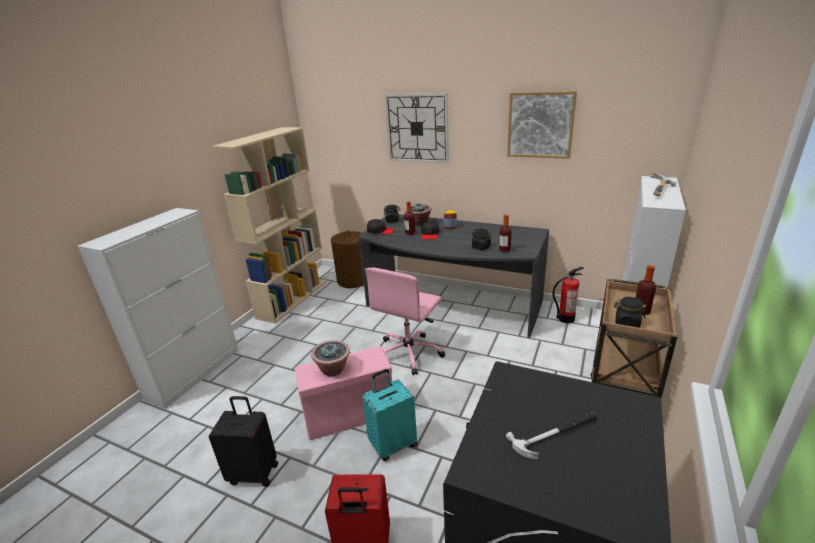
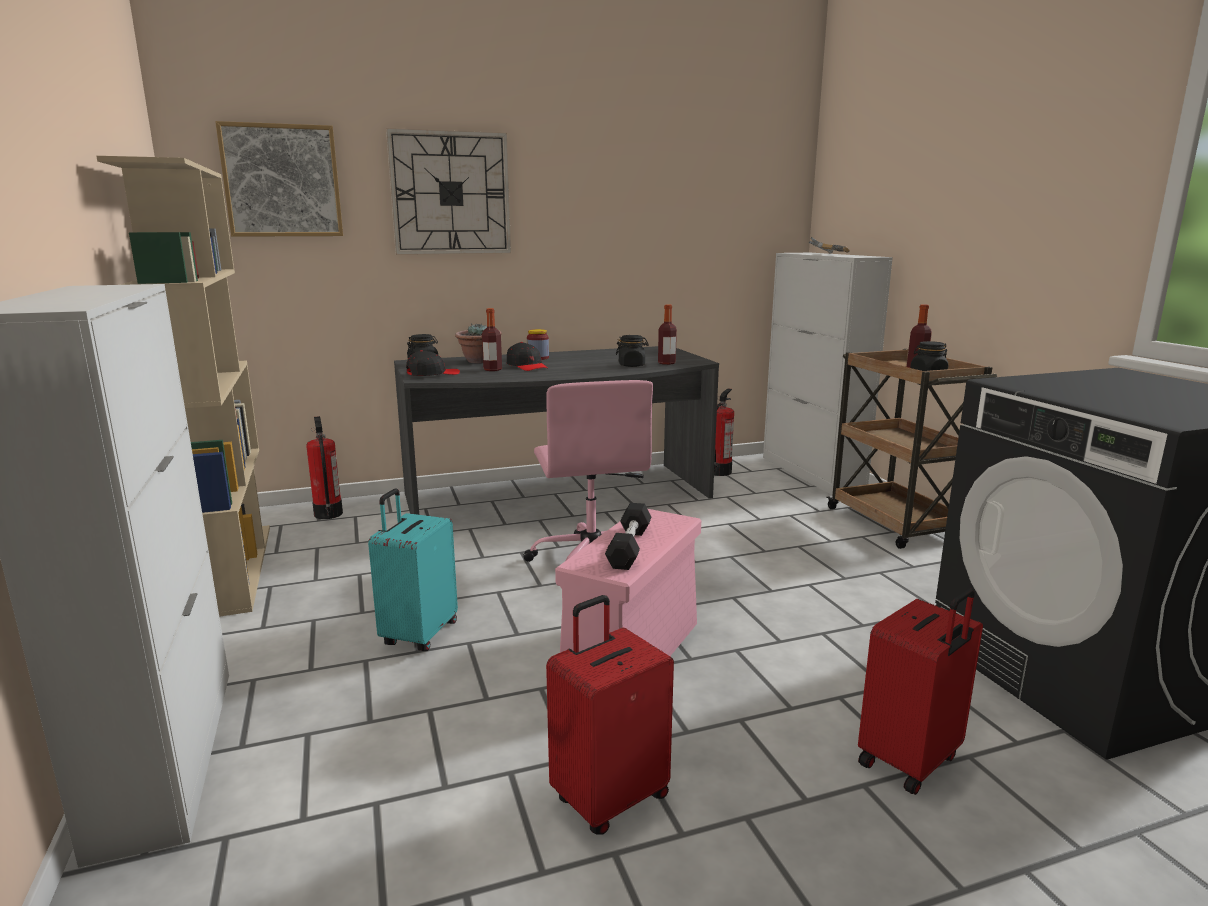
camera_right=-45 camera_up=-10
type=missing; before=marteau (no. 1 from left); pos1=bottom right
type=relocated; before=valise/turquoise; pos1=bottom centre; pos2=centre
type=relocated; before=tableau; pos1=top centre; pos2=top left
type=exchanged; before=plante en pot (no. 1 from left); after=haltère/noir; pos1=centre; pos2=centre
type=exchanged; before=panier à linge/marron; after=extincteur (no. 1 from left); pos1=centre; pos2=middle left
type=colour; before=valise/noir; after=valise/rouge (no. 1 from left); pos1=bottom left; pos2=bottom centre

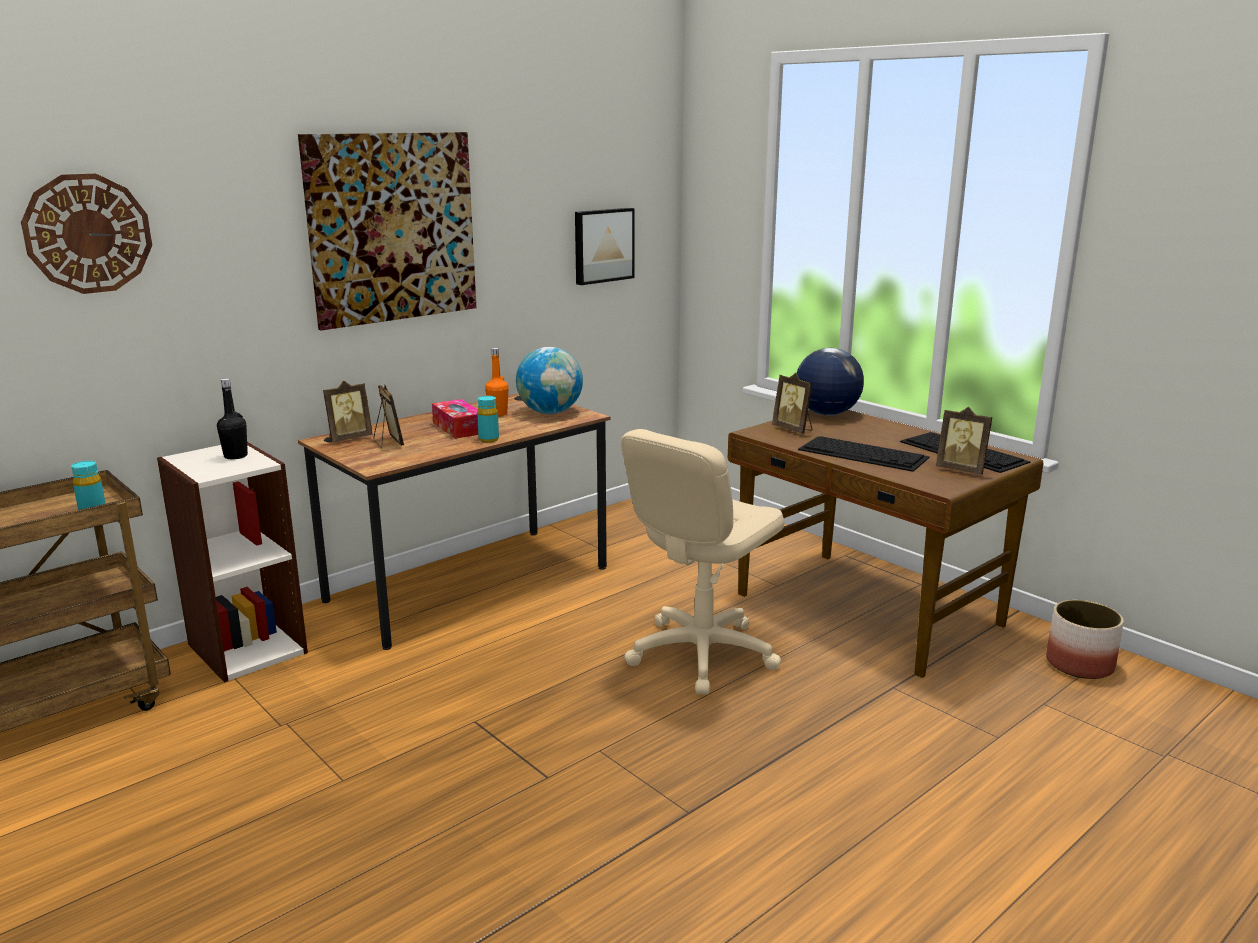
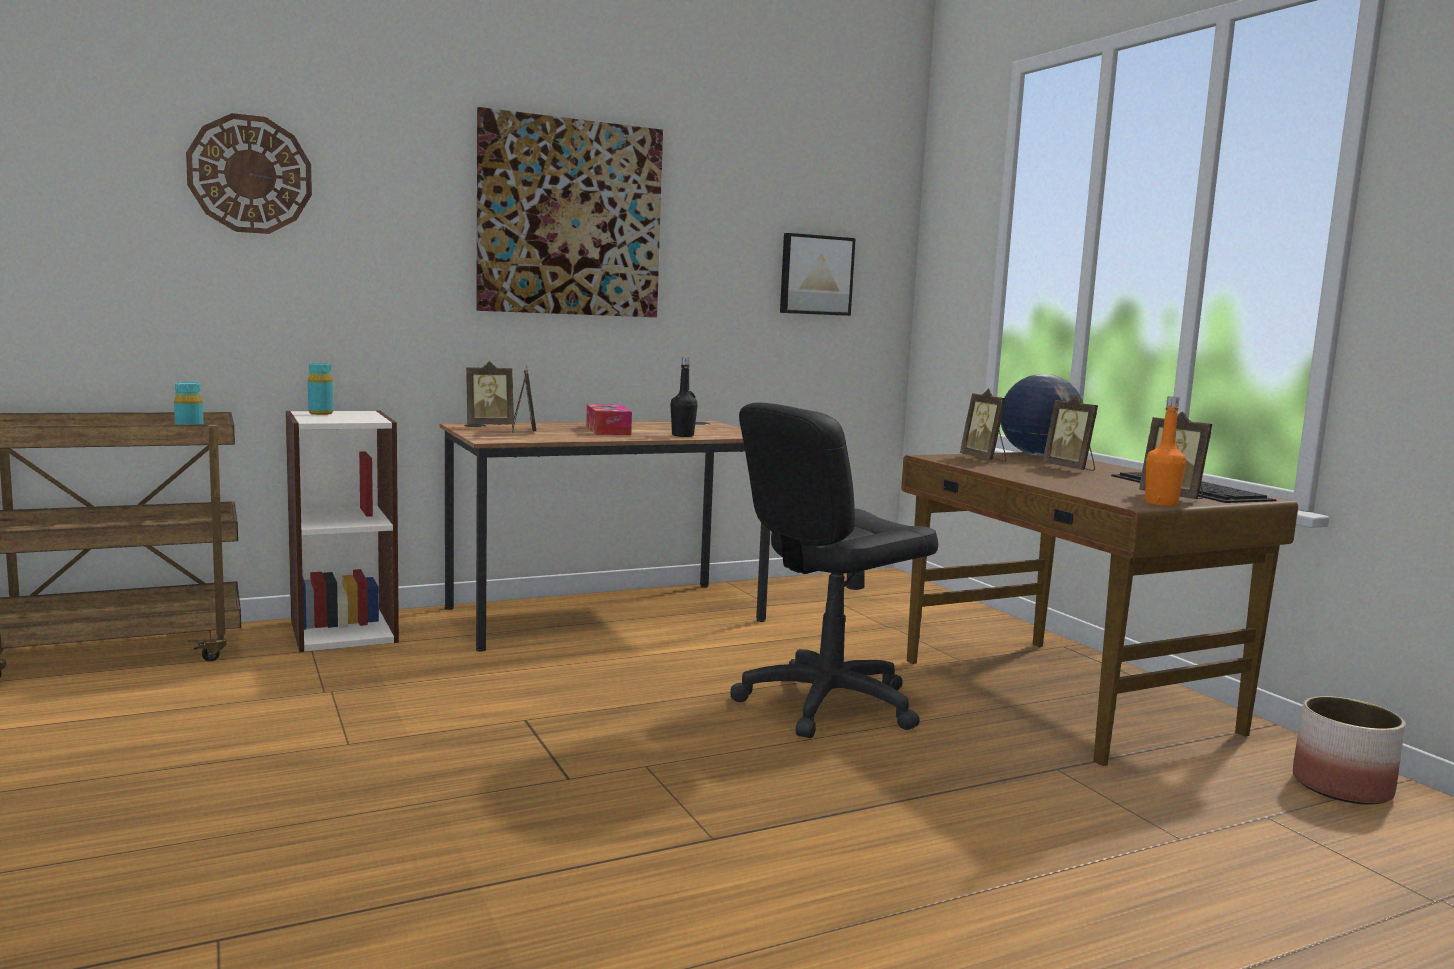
camera_right=15 camera_up=-10
type=missing; before=globe (no. 1 from left); pos1=centre
type=missing; before=clavier (no. 1 from left); pos1=middle right
type=appeared; after=cadre photo (no. 4 from left); pos2=middle right
type=relocated; before=bouteille/noir; pos1=middle left; pos2=centre
type=relocated; before=bouteille/turquoise (no. 2 from left); pos1=centre; pos2=middle left
type=relocated; before=bouteille/orange; pos1=centre; pos2=middle right
type=colour; before=chaise de bureau/beige; after=chaise de bureau/noir; pos1=centre; pos2=centre

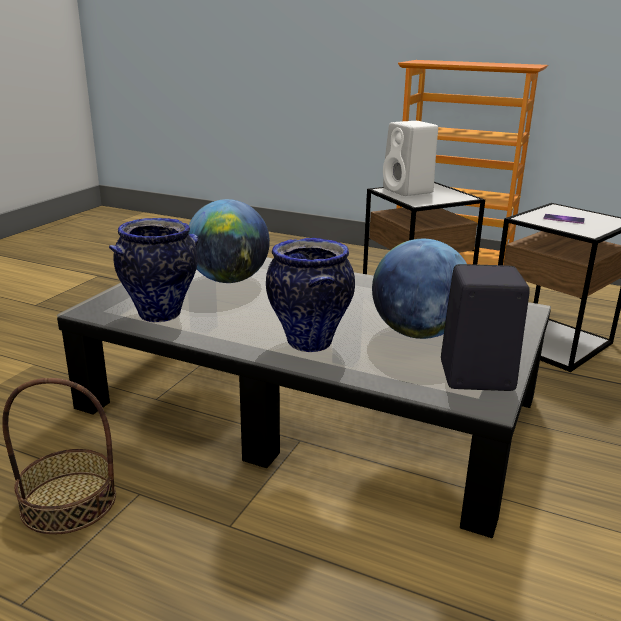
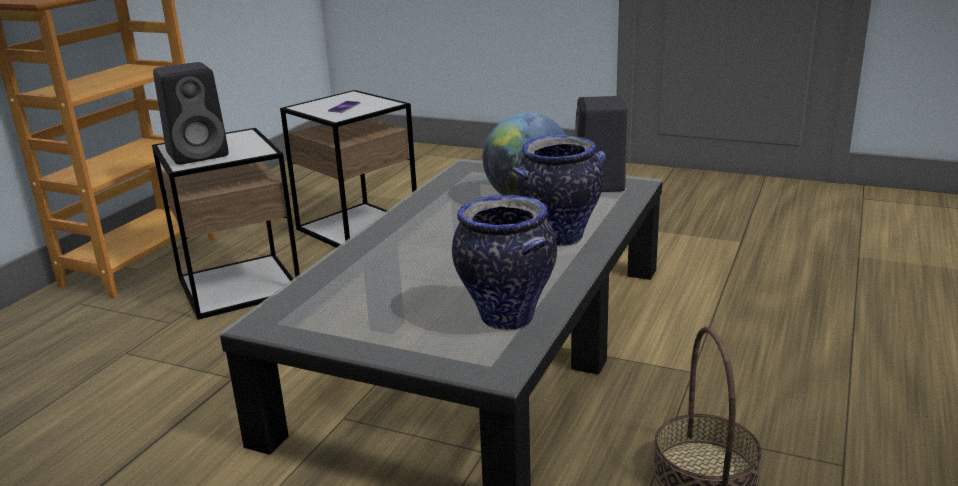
camera_right=-90 camera_up=0
type=missing; before=globe (no. 1 from left); pos1=centre
type=colour; before=enceinte/blanc; after=enceinte/noir (no. 1 from left); pos1=top centre; pos2=top left

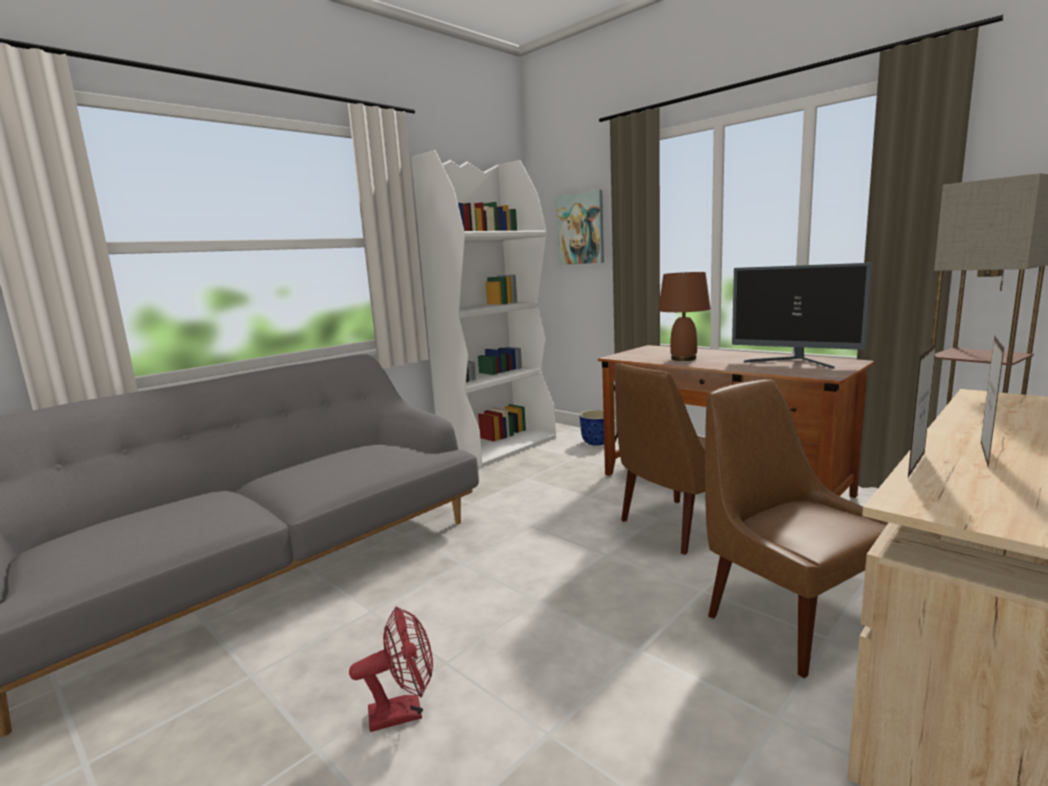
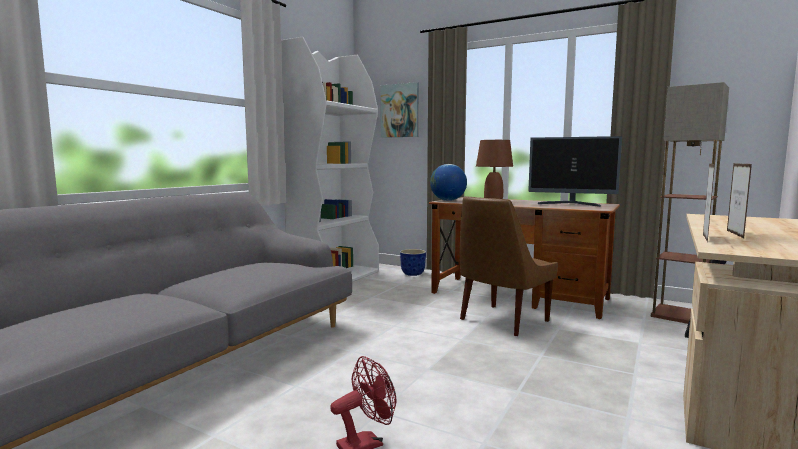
camera_right=-15 camera_up=-5
type=missing; before=chaise/marron (no. 2 from left); pos1=bottom right
type=appeared; after=globe; pos2=centre

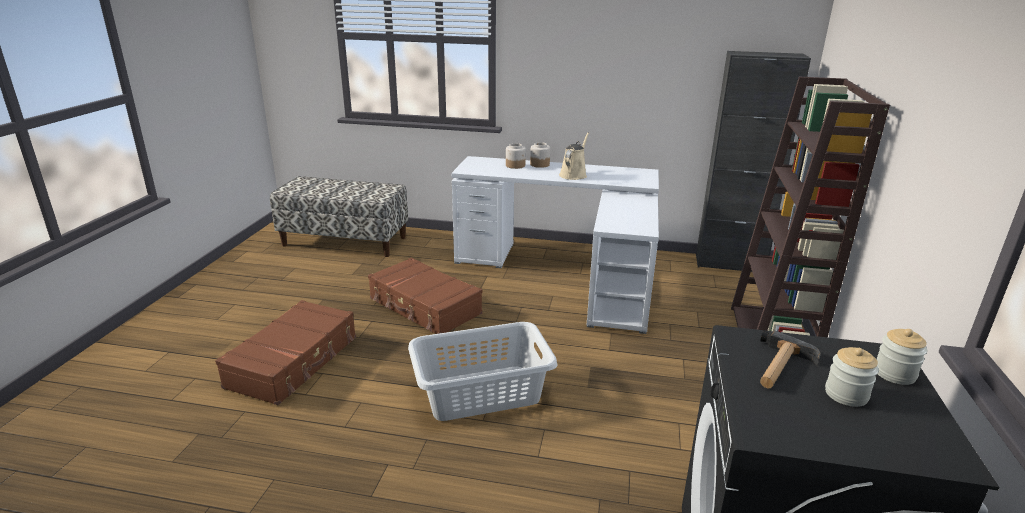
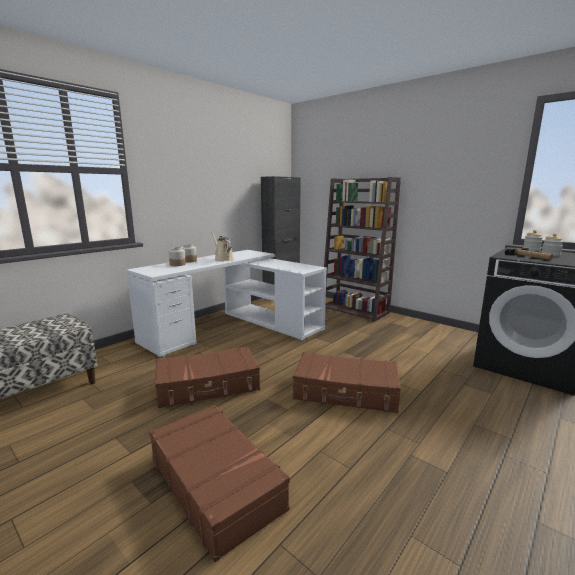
camera_right=-60 camera_up=-10
type=exchanged; before=panier à linge/gris; after=valise/marron (no. 3 from left); pos1=bottom centre; pos2=centre

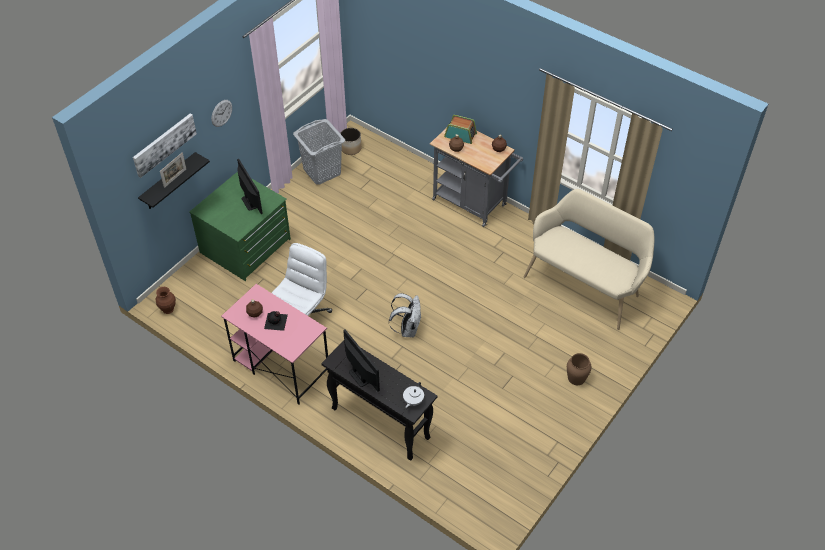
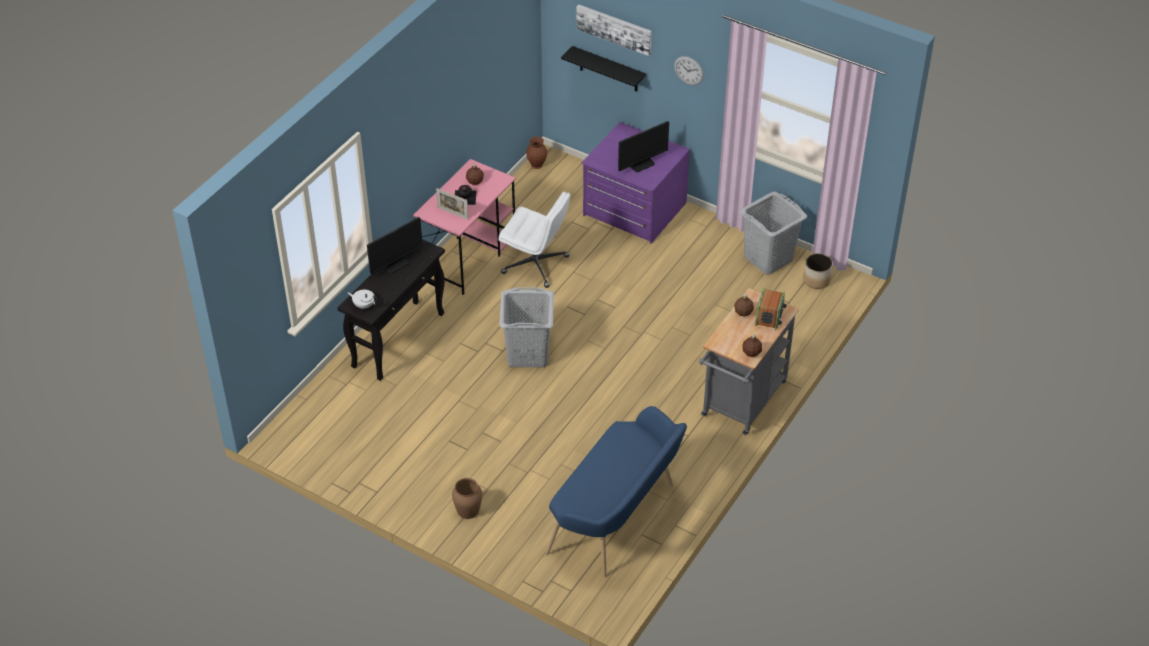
camera_right=85 camera_up=-5
type=relocated; before=cadre photo; pos1=top left; pos2=top centre
type=exchanged; before=sac à dos/blanc; after=panier à linge/gris (no. 1 from left); pos1=centre; pos2=centre
type=colour; before=commode/vert; after=commode/violet; pos1=middle left; pos2=top centre
type=colour; before=banc/beige; after=banc/bleu; pos1=middle right; pos2=bottom centre

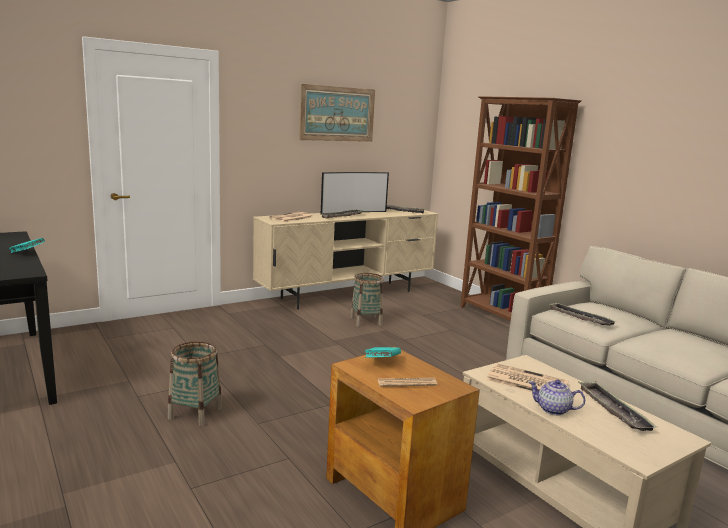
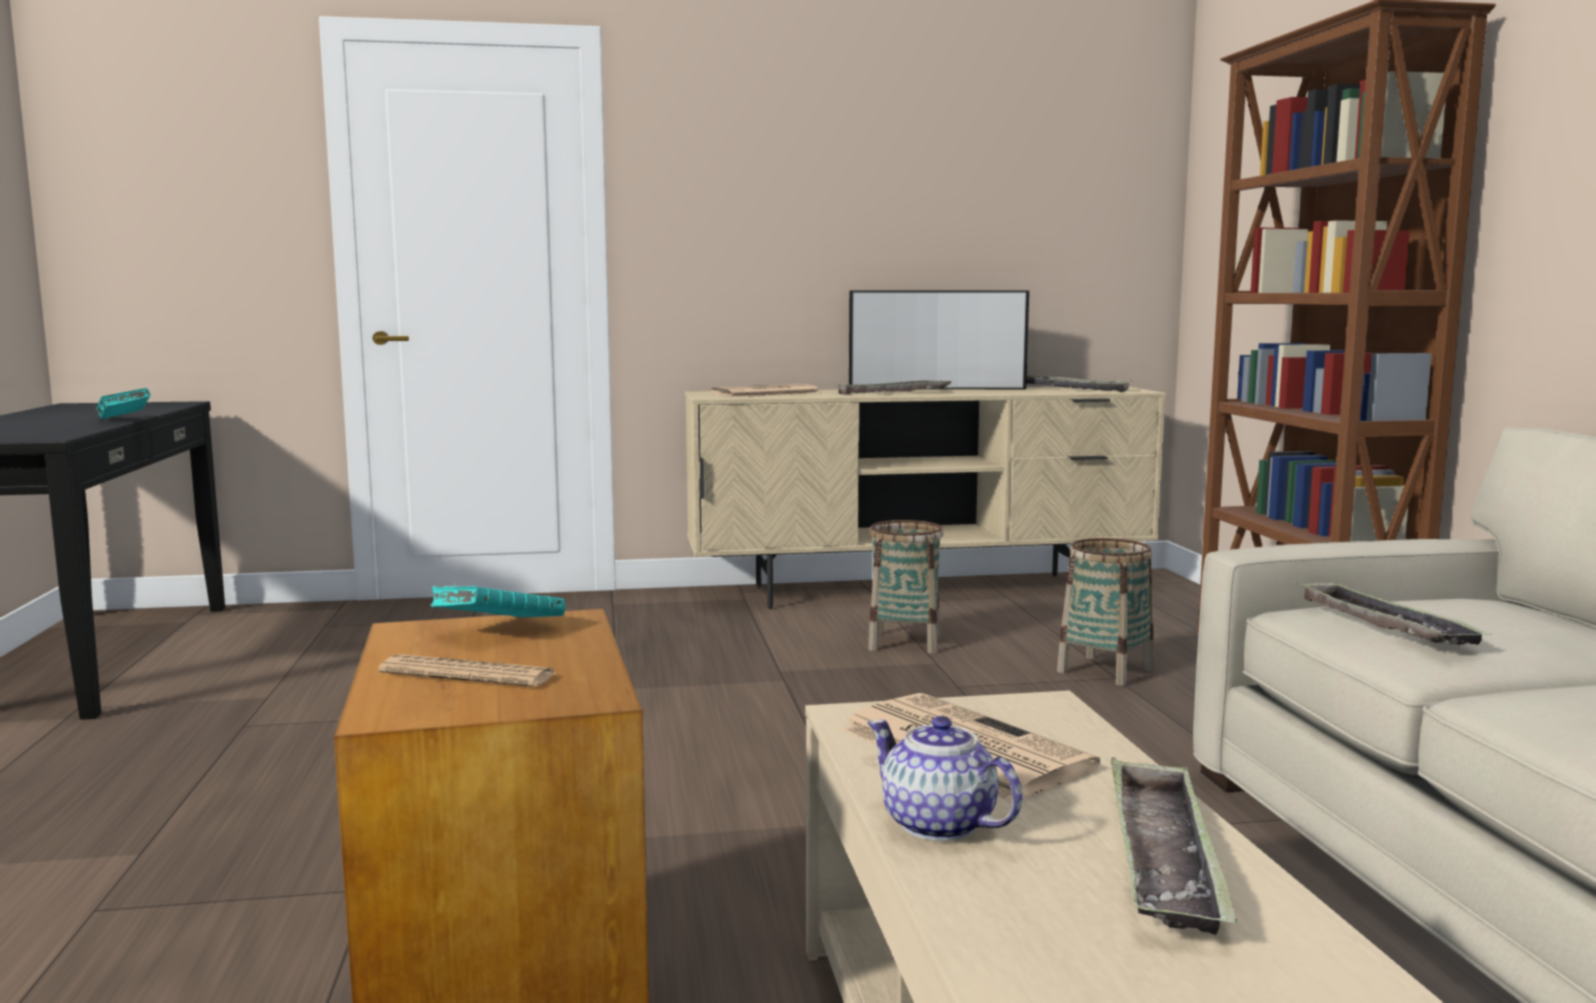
camera_right=25 camera_up=-5
type=missing; before=tableau; pos1=top centre
type=relocated; before=panier (no. 1 from left in the first image); after=panier (no. 2 from left); pos1=bottom left; pos2=middle right

